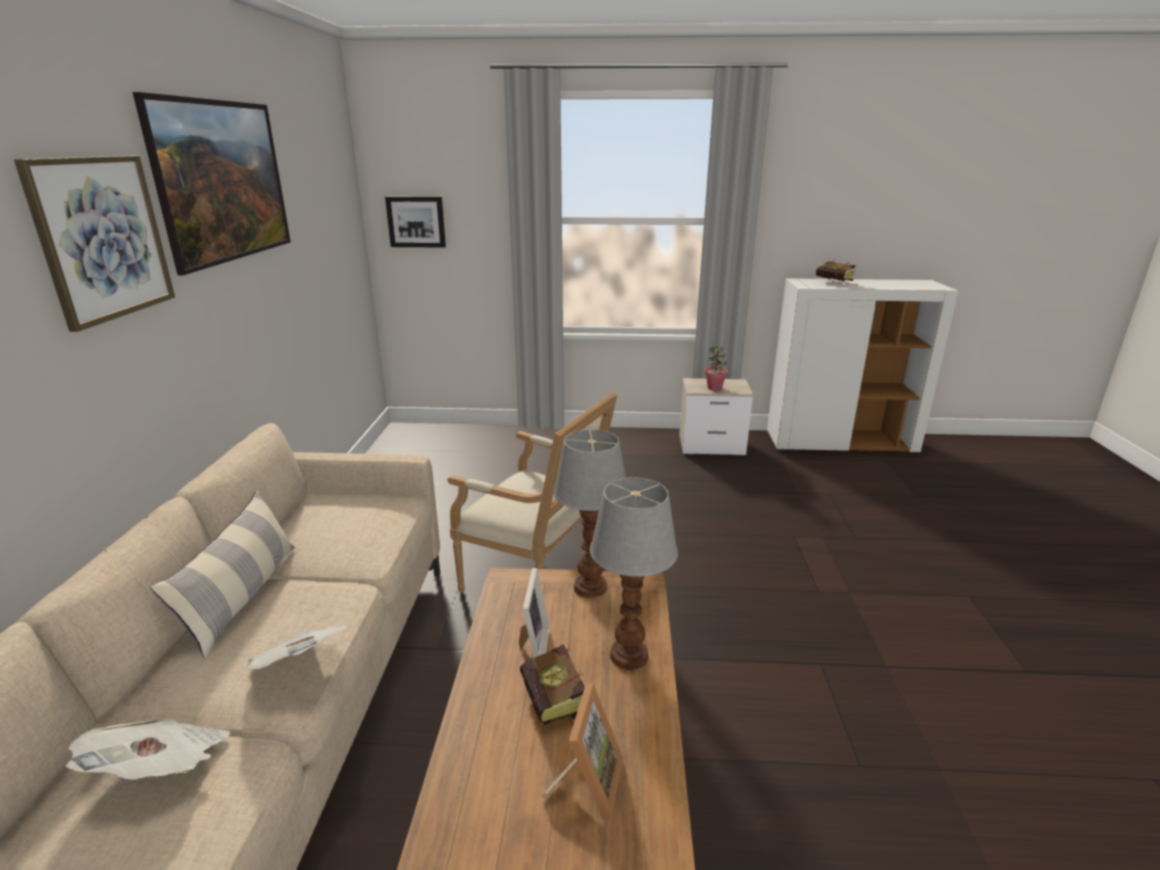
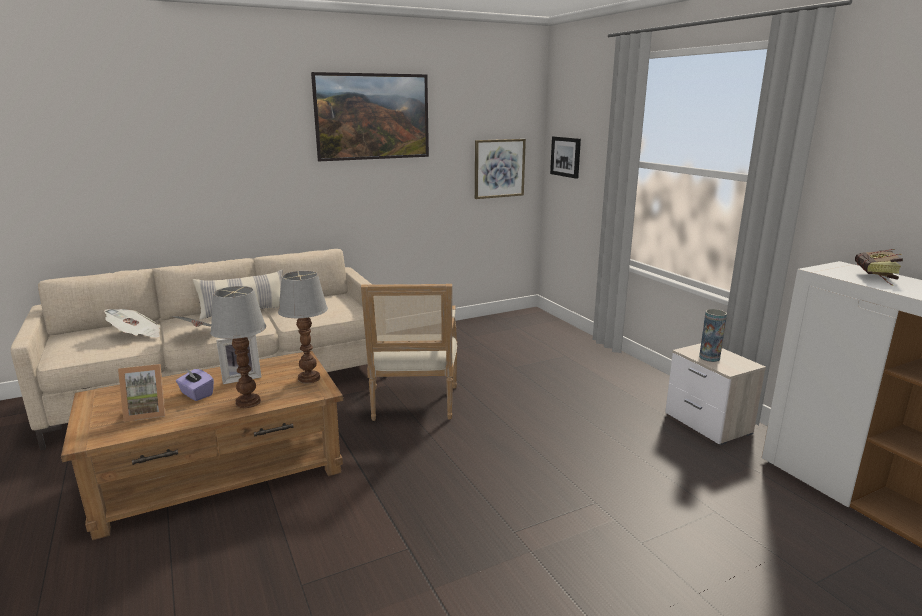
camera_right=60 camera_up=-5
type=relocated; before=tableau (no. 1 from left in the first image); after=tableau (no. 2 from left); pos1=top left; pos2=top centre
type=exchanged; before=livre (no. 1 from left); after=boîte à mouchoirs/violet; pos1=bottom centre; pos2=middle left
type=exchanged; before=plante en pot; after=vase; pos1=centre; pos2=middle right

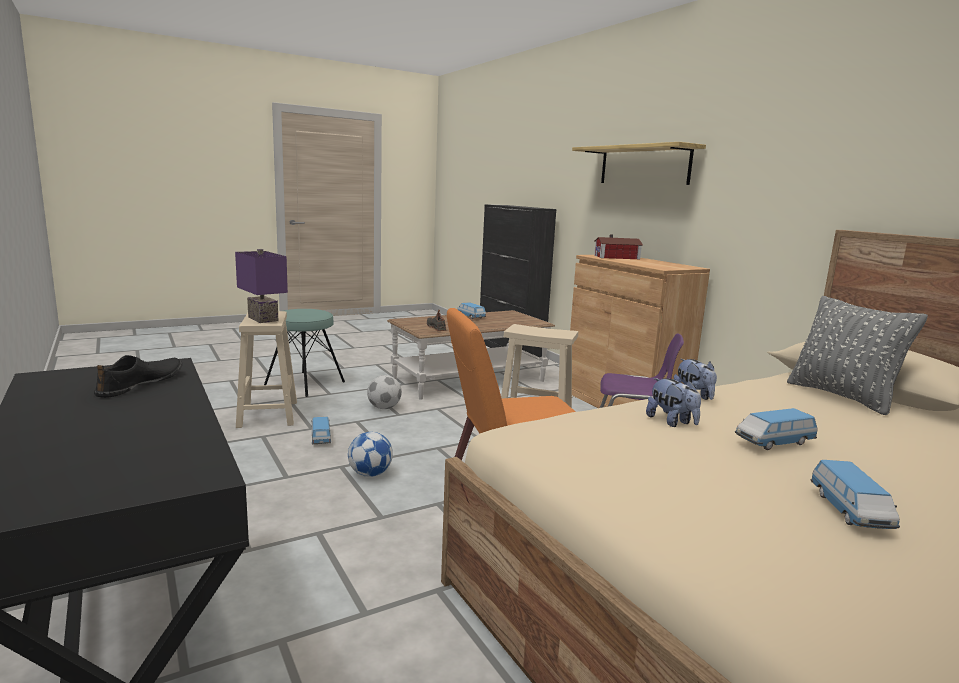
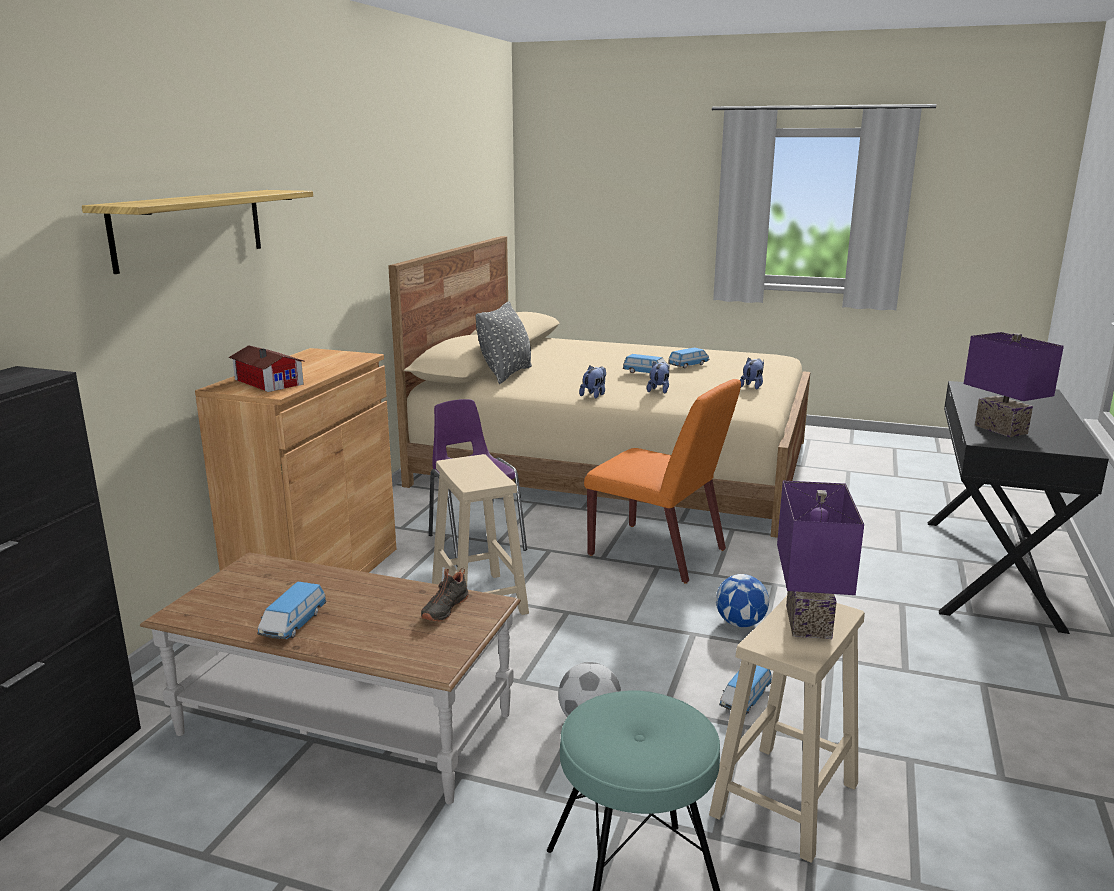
camera_right=-130 camera_up=5
type=appeared; after=peluche (no. 3 from left); pos2=middle right
type=exchanged; before=chaussure/noir (no. 1 from left); after=lampe de table/violet (no. 2 from left); pos1=middle left; pos2=middle right

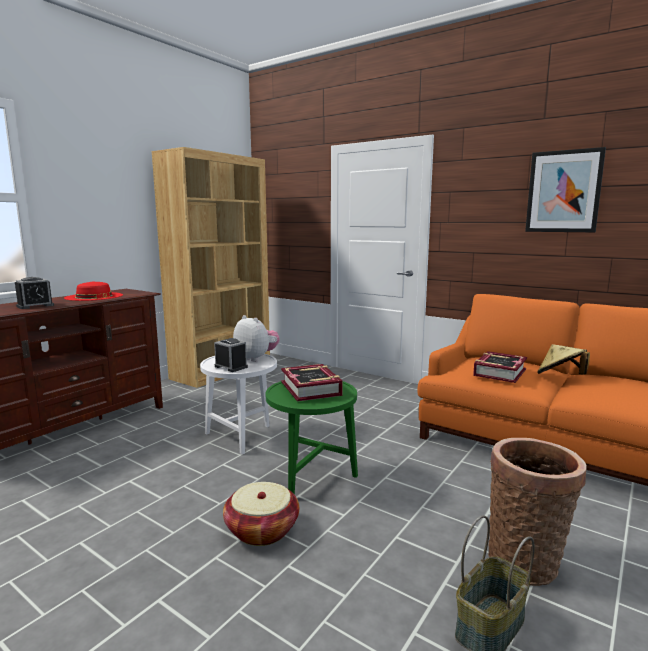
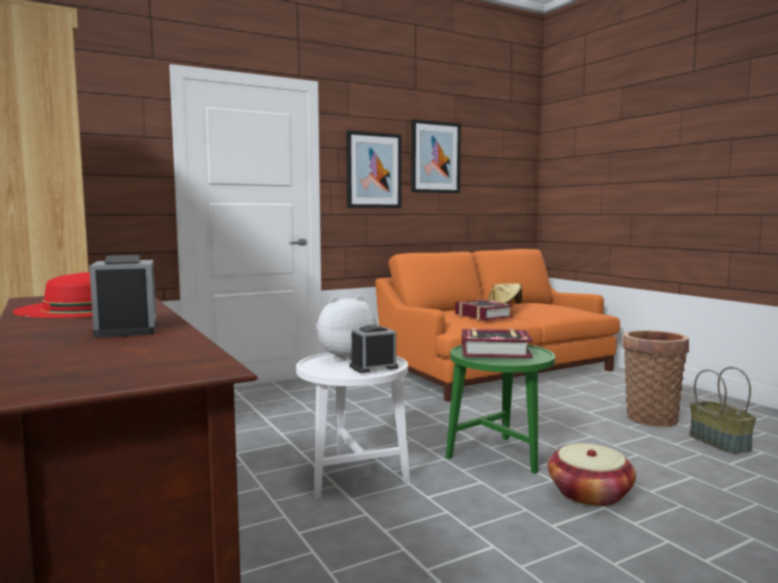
camera_right=-65 camera_up=-5
type=appeared; after=tableau (no. 1 from left); pos2=top centre

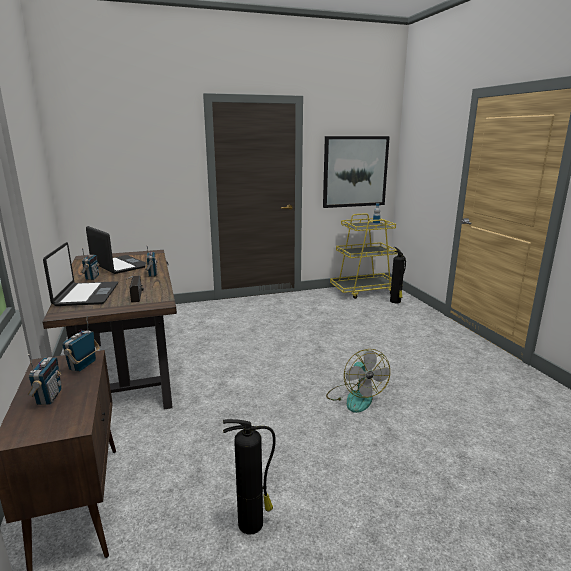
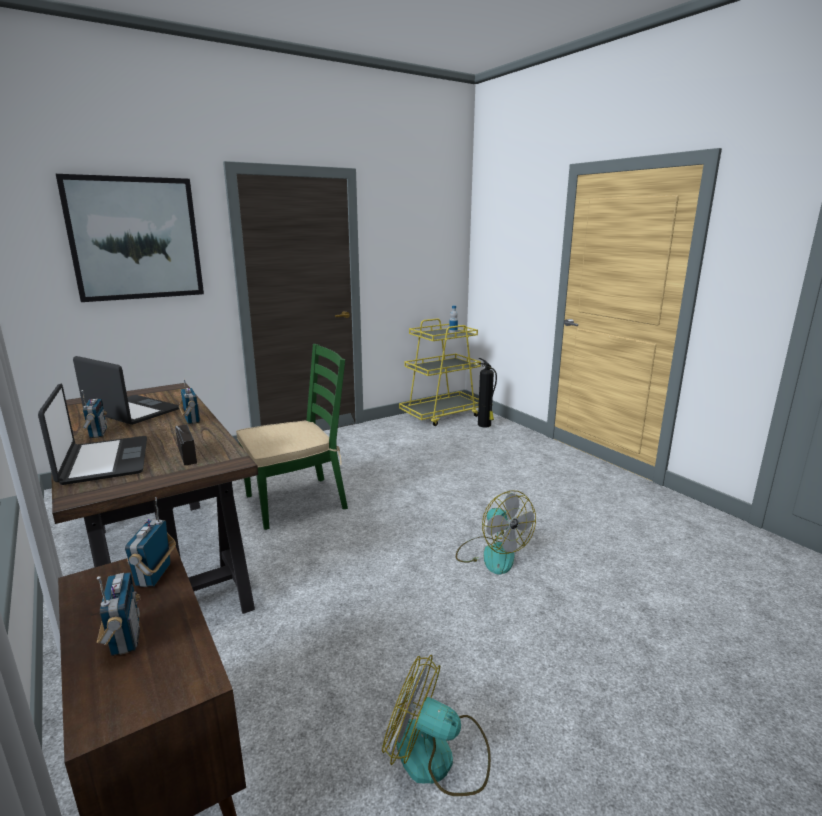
camera_right=-15 camera_up=0
type=appeared; after=chaise/vert; pos2=centre
type=relocated; before=tableau; pos1=top centre; pos2=top left
type=exchanged; before=extincteur (no. 1 from left); after=ventilateur (no. 1 from left); pos1=bottom centre; pos2=bottom centre

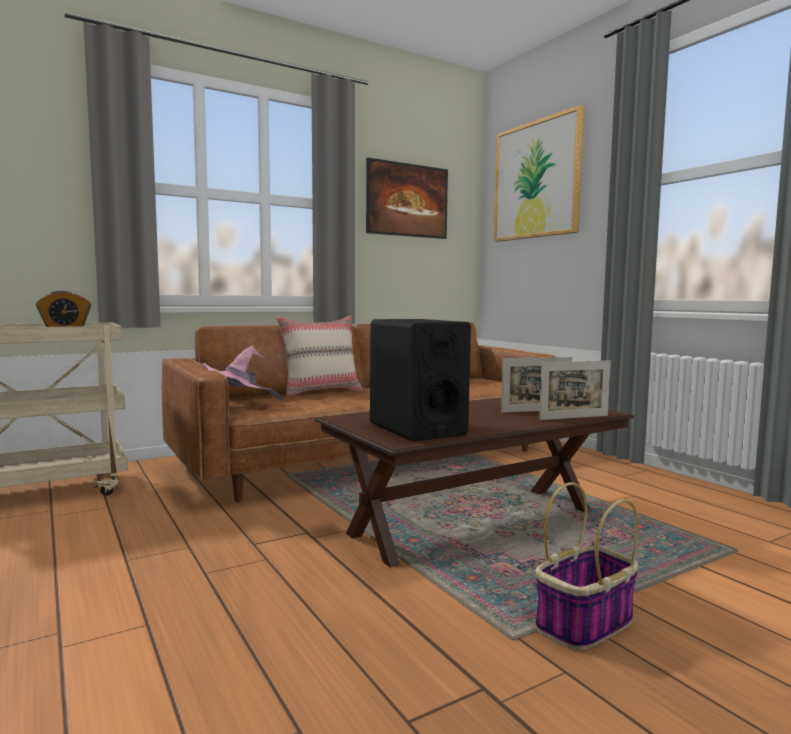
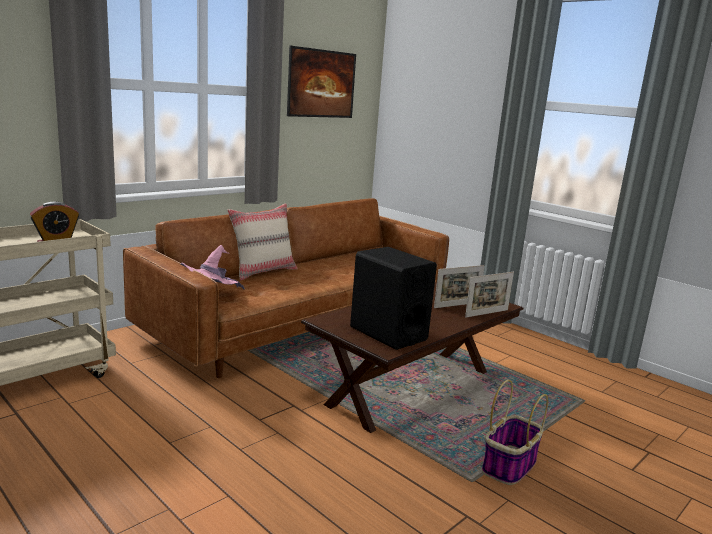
camera_right=-15 camera_up=10
type=missing; before=tableau (no. 2 from left); pos1=top right

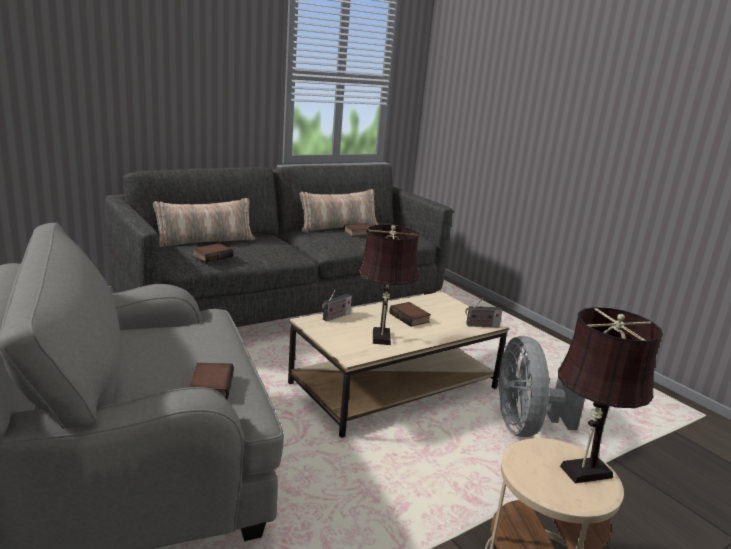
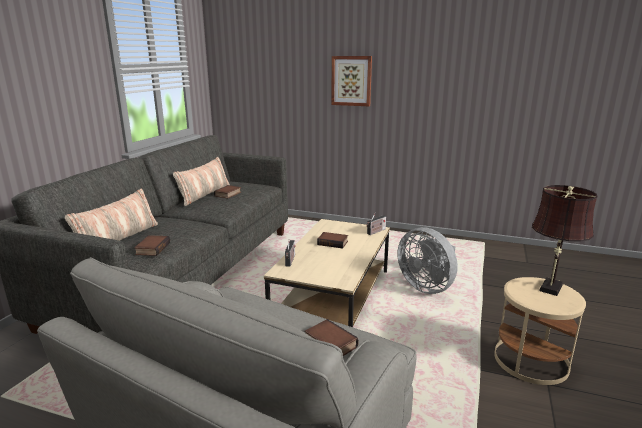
camera_right=-35 camera_up=0
type=missing; before=lampe de table/marron (no. 1 from left); pos1=centre
type=appeared; after=tableau; pos2=top centre

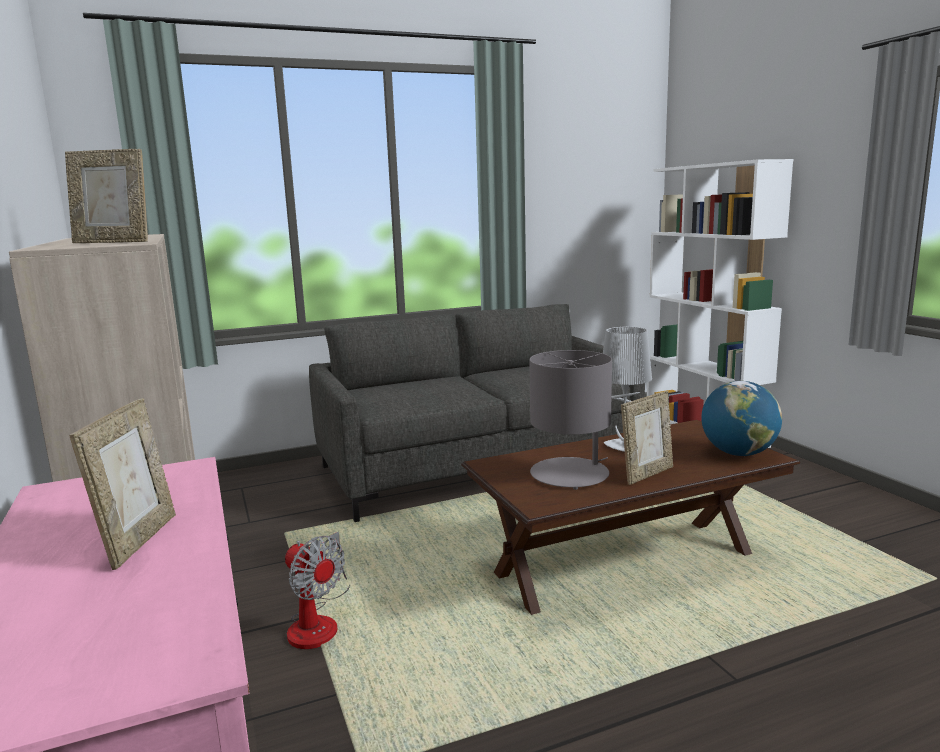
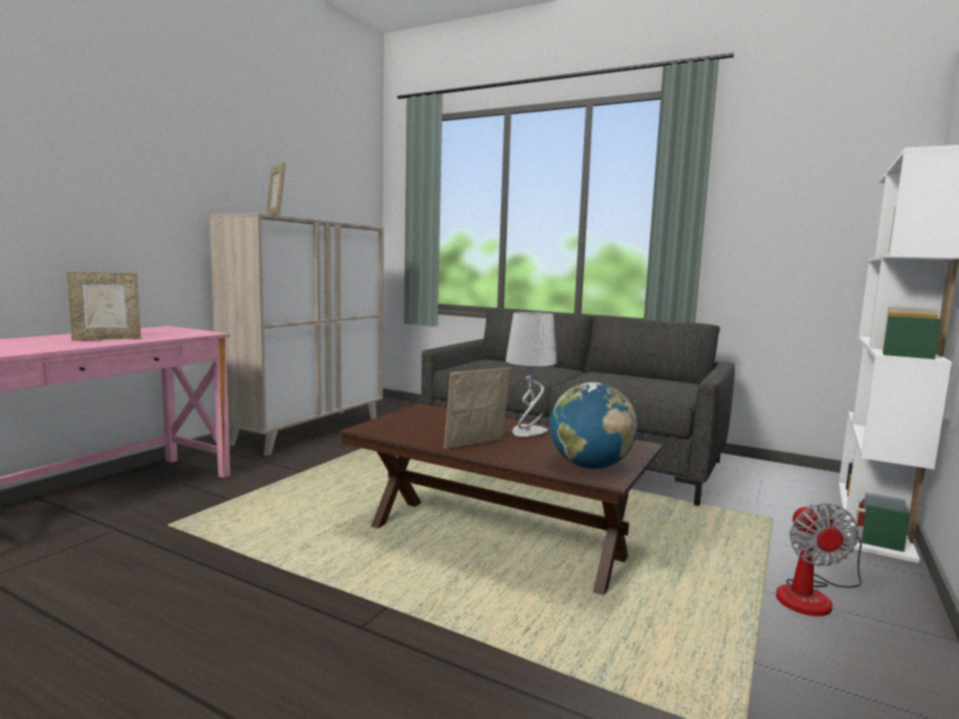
camera_right=50 camera_up=-5
type=missing; before=lampe de table/gris (no. 1 from left); pos1=centre
type=relocated; before=ventilateur; pos1=bottom centre; pos2=bottom right
type=spun; before=cadre photo (no. 3 from left); pos1=middle right; pos2=centre; turn=135

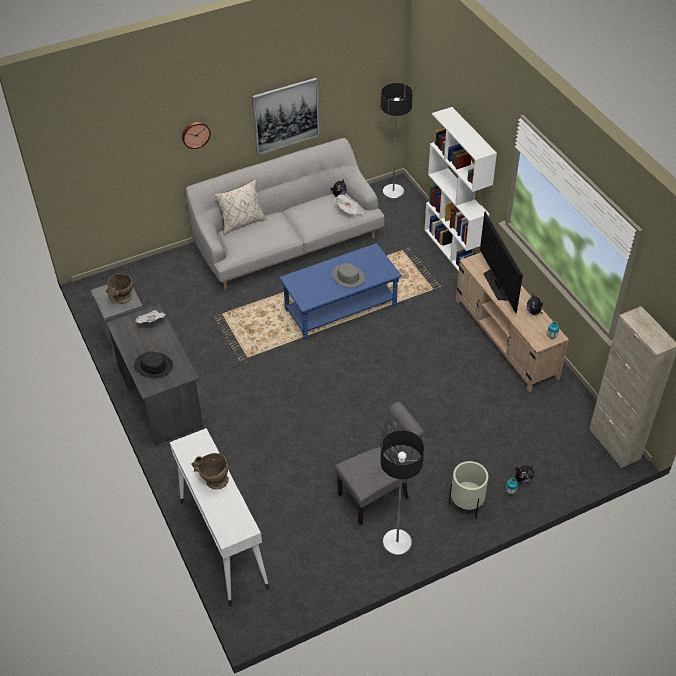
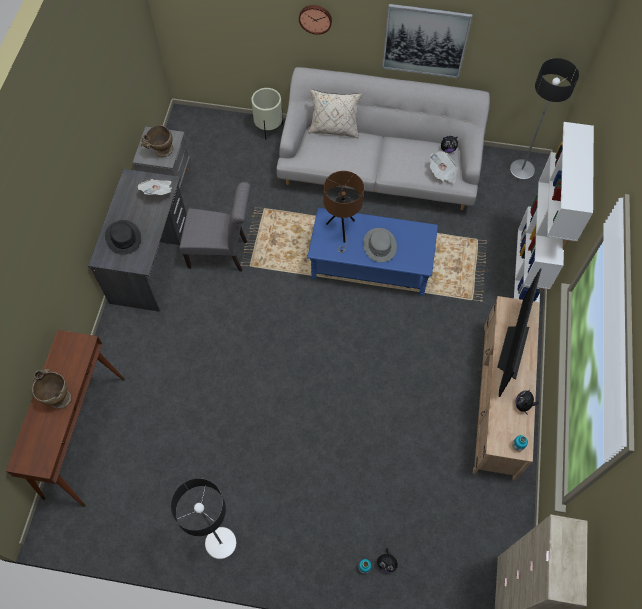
camera_right=35 camera_up=15
type=appeared; after=lampe de table/marron; pos2=centre
type=relocated; before=chaise/gris; pos1=bottom centre; pos2=centre
type=relocated; before=cache-pot/beige; pos1=bottom right; pos2=top centre
type=colour; before=table console/blanc; after=table console/marron; pos1=bottom left; pos2=bottom left

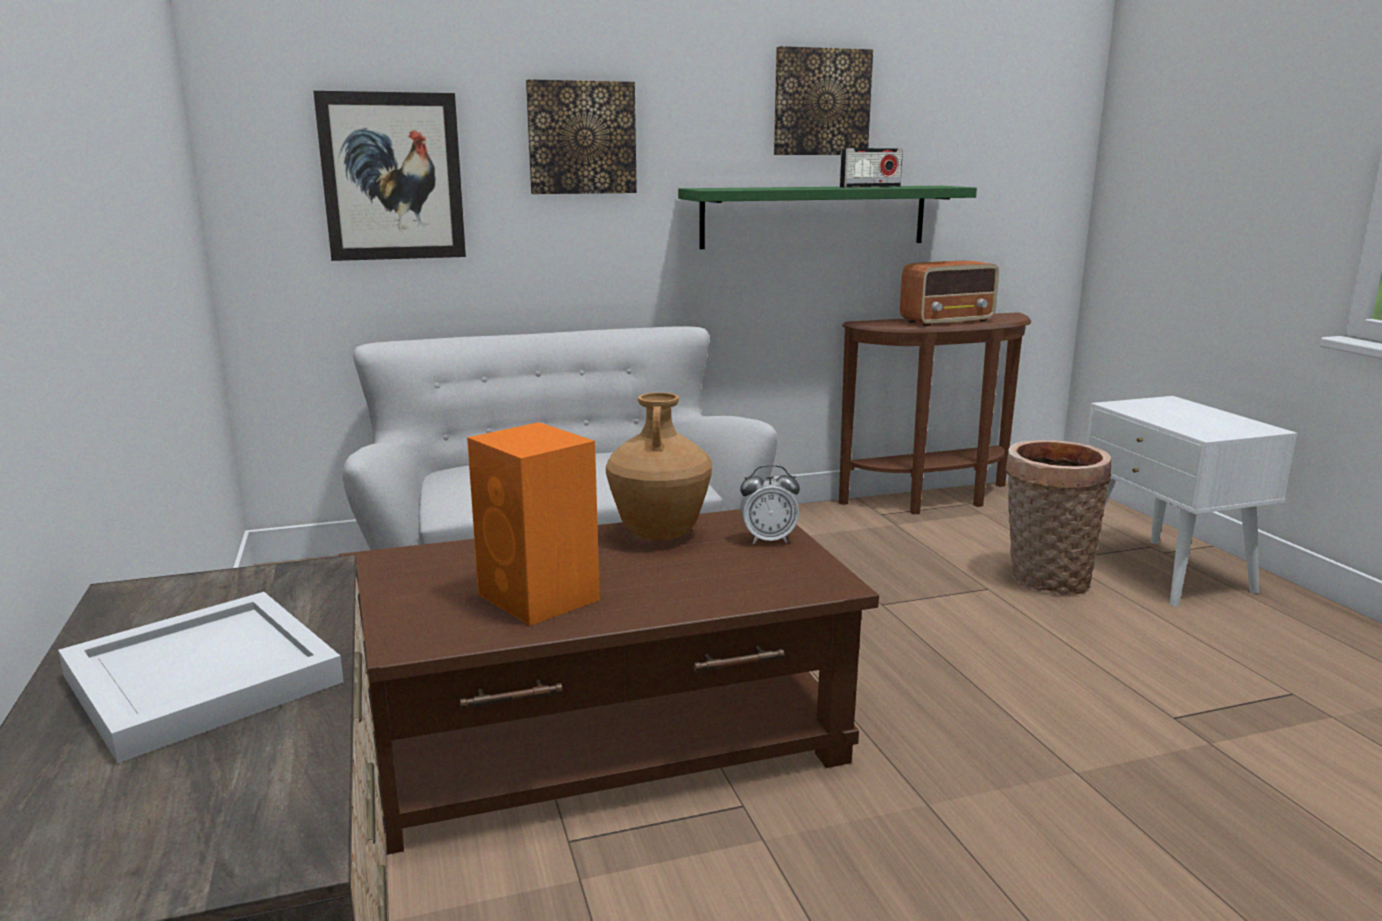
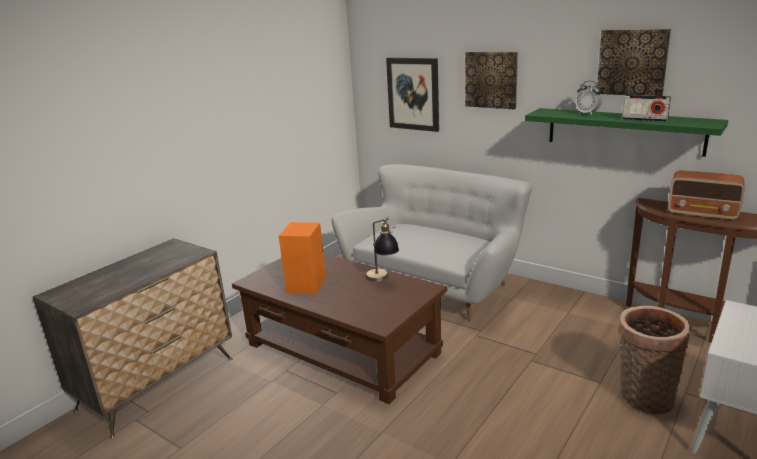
camera_right=55 camera_up=5
type=missing; before=plateau/blanc; pos1=bottom left
type=relocated; before=réveil; pos1=centre; pos2=top right
type=exchanged; before=vase/marron; after=lampe de table; pos1=centre; pos2=centre

